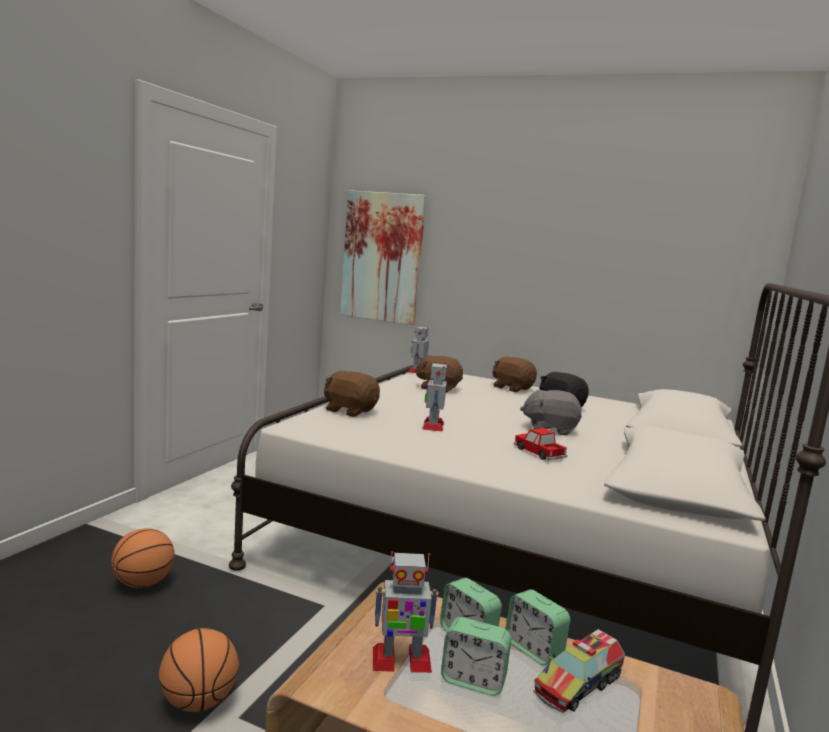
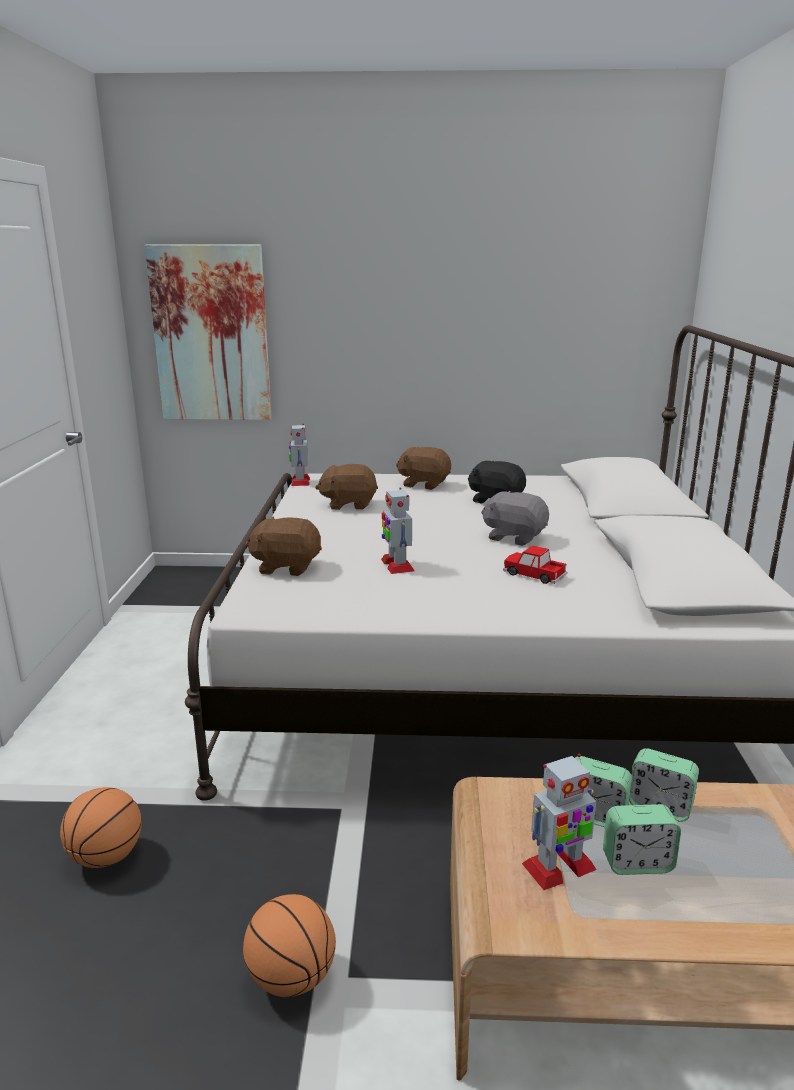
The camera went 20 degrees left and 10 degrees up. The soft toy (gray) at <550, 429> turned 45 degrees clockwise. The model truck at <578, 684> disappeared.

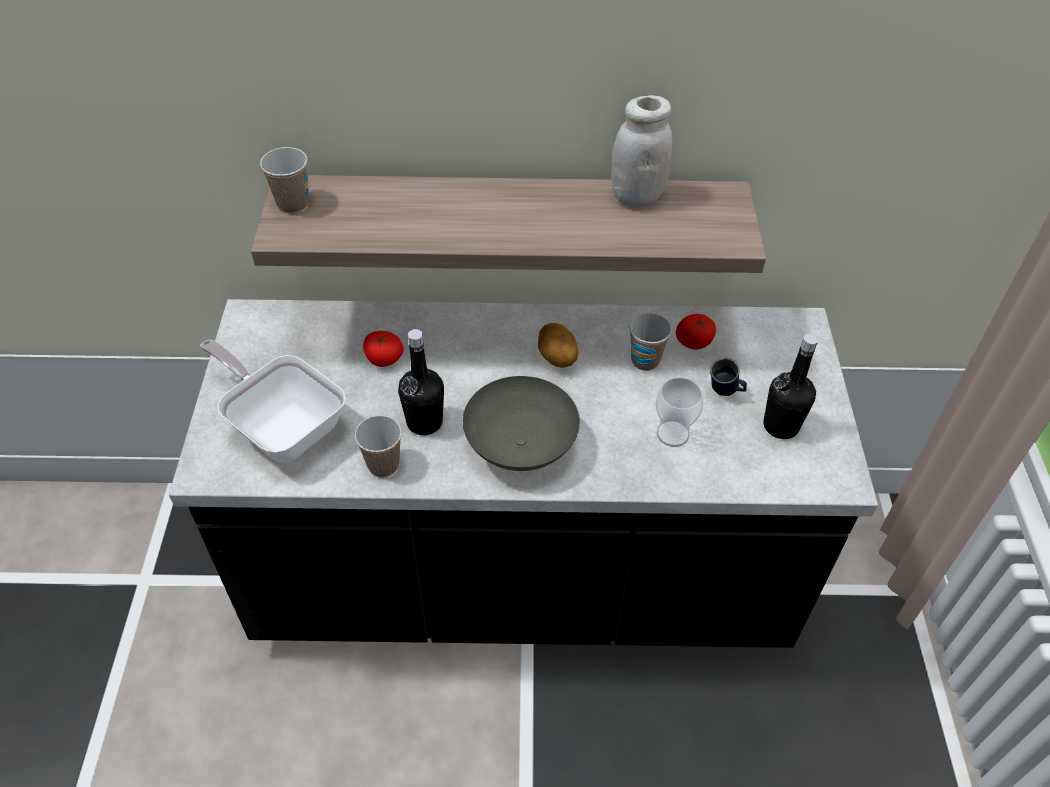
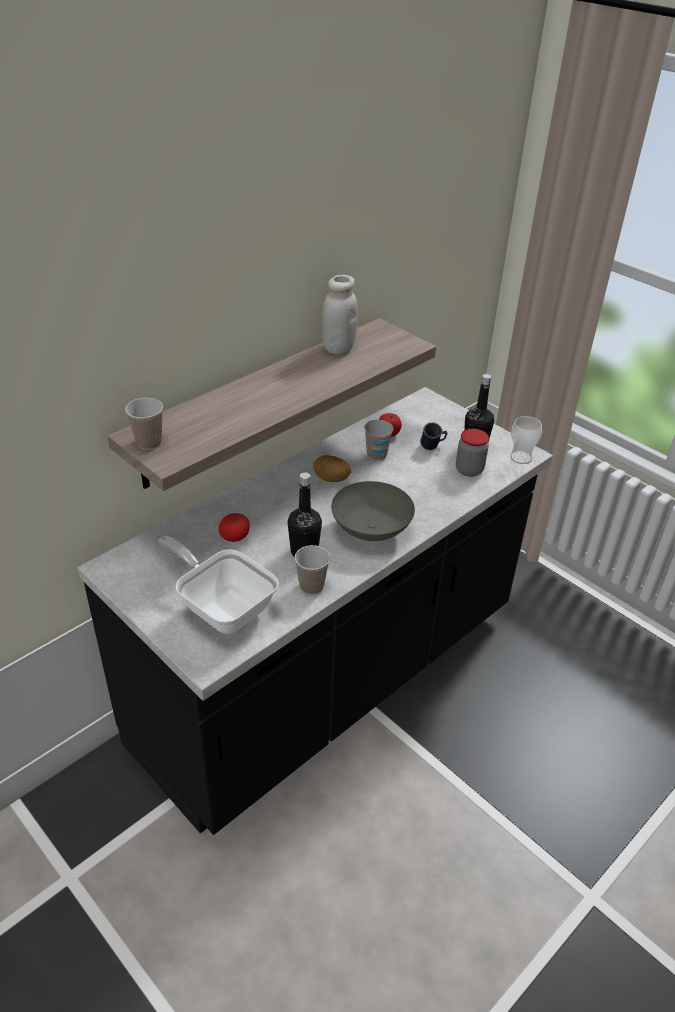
The camera went 45 degrees left and 10 degrees down. The frying pan at <283, 426> turned 45 degrees clockwise. The small cup moved from <672, 434> to <521, 458>. The jar at <469, 470> appeared.

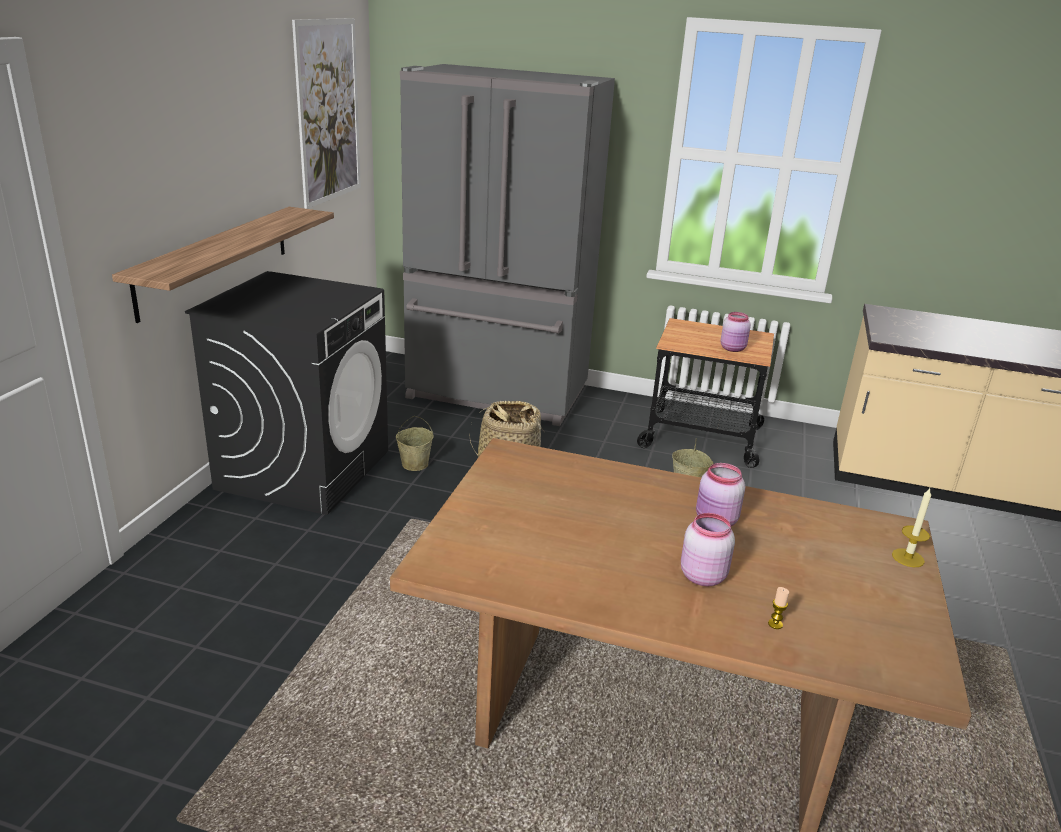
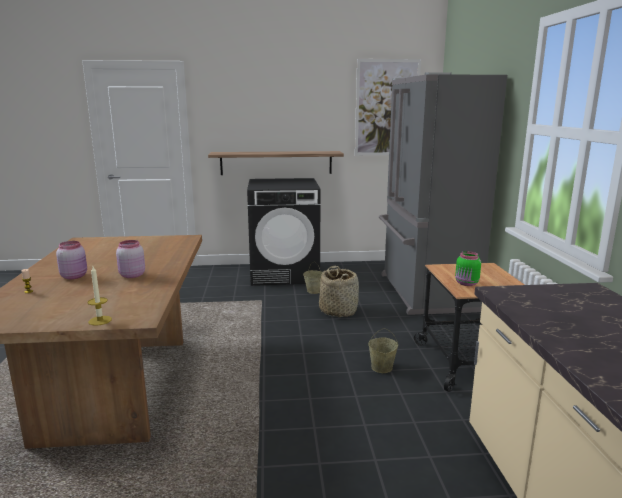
The camera went 70 degrees right and 10 degrees down. The jar (pink-coloured) at <733, 349> became the jar (greenish) at <466, 283>.

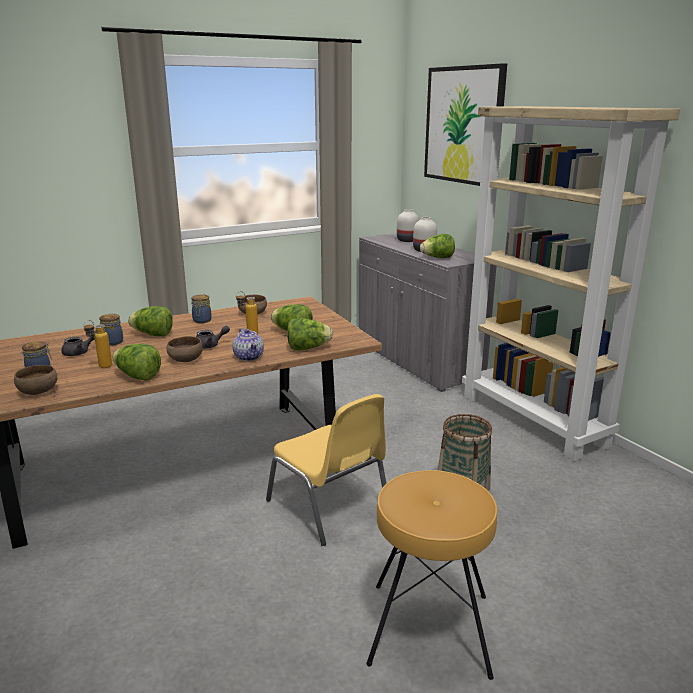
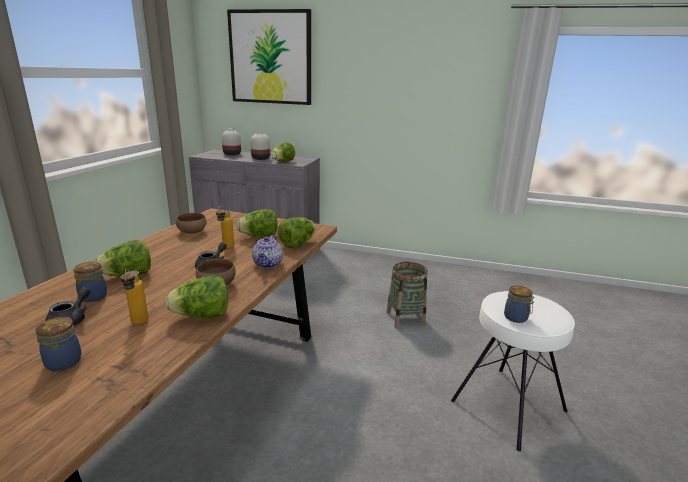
The camera went 45 degrees left and 0 degrees up. The bookcase (beige) at <534, 420> disappeared. The jar moved from <202, 321> to <516, 318>. The pot for tea at <249, 357> turned 75 degrees clockwise. The deep dish (brown) at <38, 391> disappeared. The chair (yellow) at <330, 507> disappeared. The sitting stool (brown) at <429, 627> became the sitting stool (whitish) at <507, 405>.

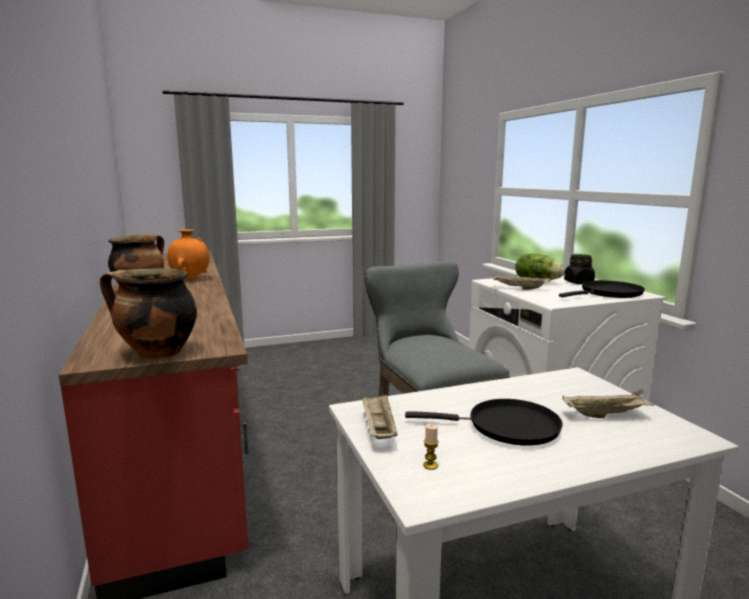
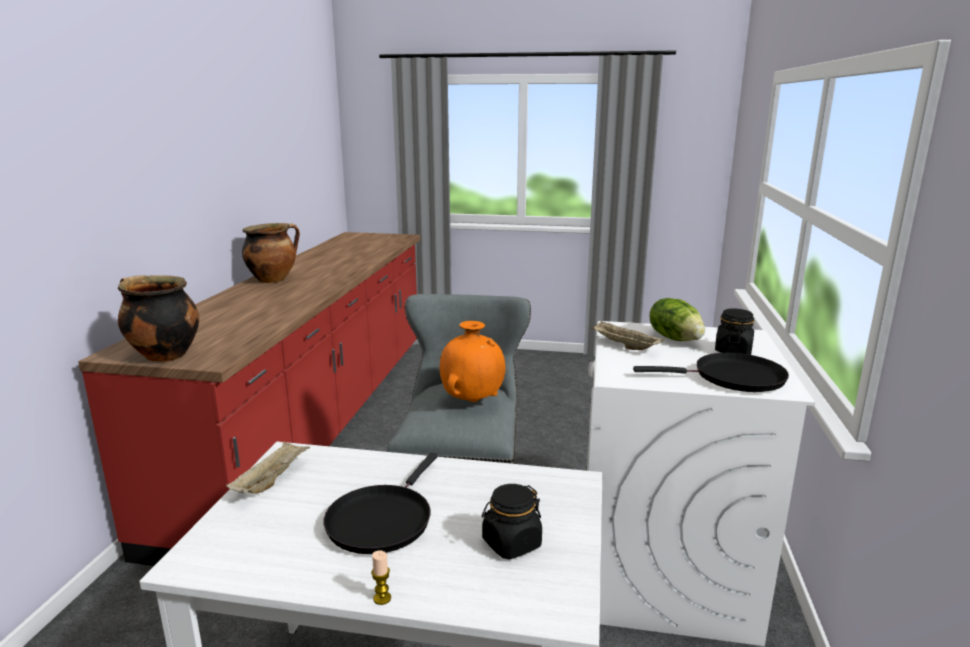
The camera went 30 degrees right and 5 degrees up. The vase (orangey) moved from <190, 279> to <472, 401>. The tray (beige) at <605, 415> was replaced by the jar (black) at <511, 543>. The frying pan (black) at <507, 427> turned 75 degrees clockwise. The wax candle moved from <430, 465> to <382, 598>.

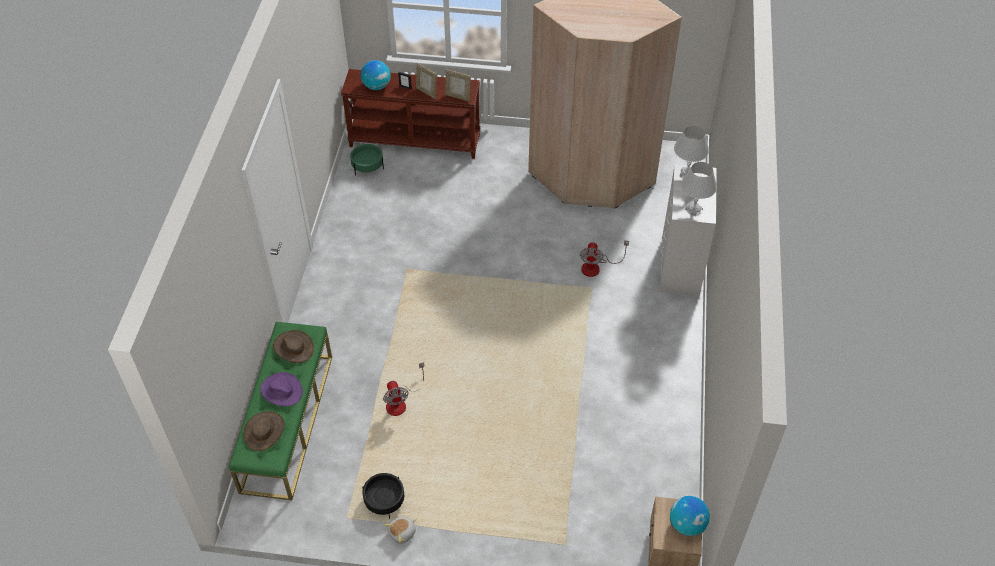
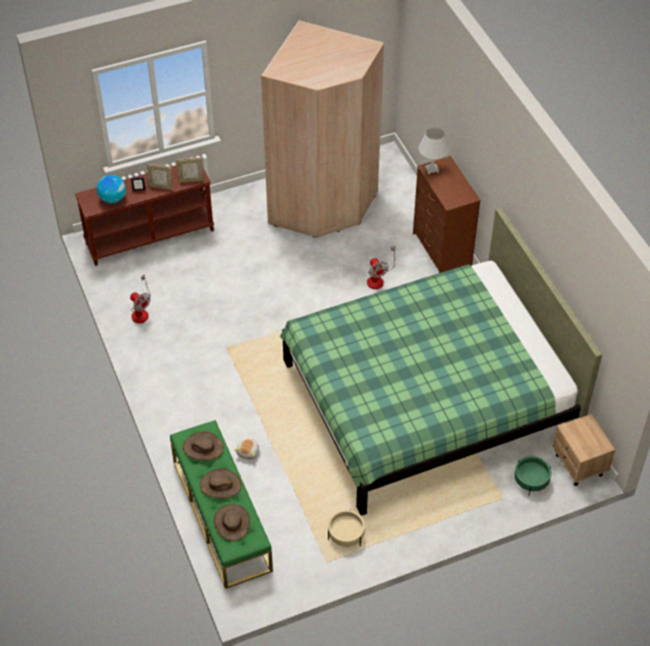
The camera went 30 degrees left and 0 degrees up. The plant pot (greenish) moved from <367, 166> to <531, 480>. The lamp for a table (whitish) at <694, 209> disappeared. The dresser (whitish) at <680, 267> became the dresser (brown) at <442, 250>. The electric fan moved from <401, 402> to <141, 311>. The clothing hat (purple-coloured) at <281, 390> became the clothing hat (brown) at <220, 485>. The plant pot (black) at <384, 500> became the plant pot (beige) at <346, 535>. The desk globe at <687, 525> disappeared. The soft toy moved from <402, 533> to <248, 452>. The sleeping bed (greenish) at <427, 397> appeared.

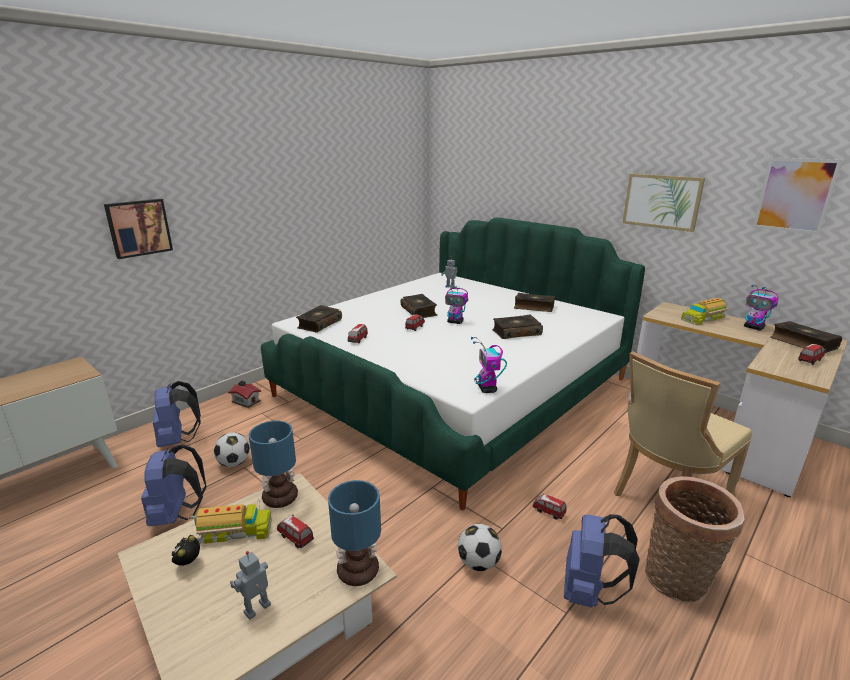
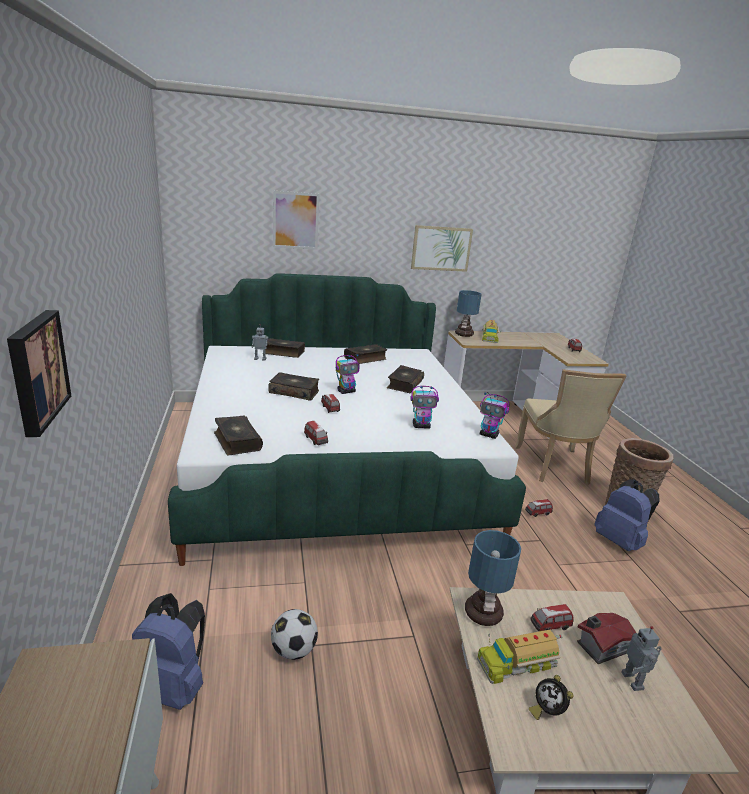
The camera went 55 degrees left and 0 degrees up. The wall art moved from <794, 195> to <295, 220>. The toy robot moved from <754, 328> to <421, 426>. The volume moved from <802, 343> to <283, 353>. The toy house moved from <246, 401> to <600, 647>. The knapsack (bluish) at <177, 515> disappeared. The lamp for a table moved from <359, 570> to <463, 334>. The model truck at <234, 532> turned 135 degrees counterclockwise. The ball for football at <478, 563> disappeared.

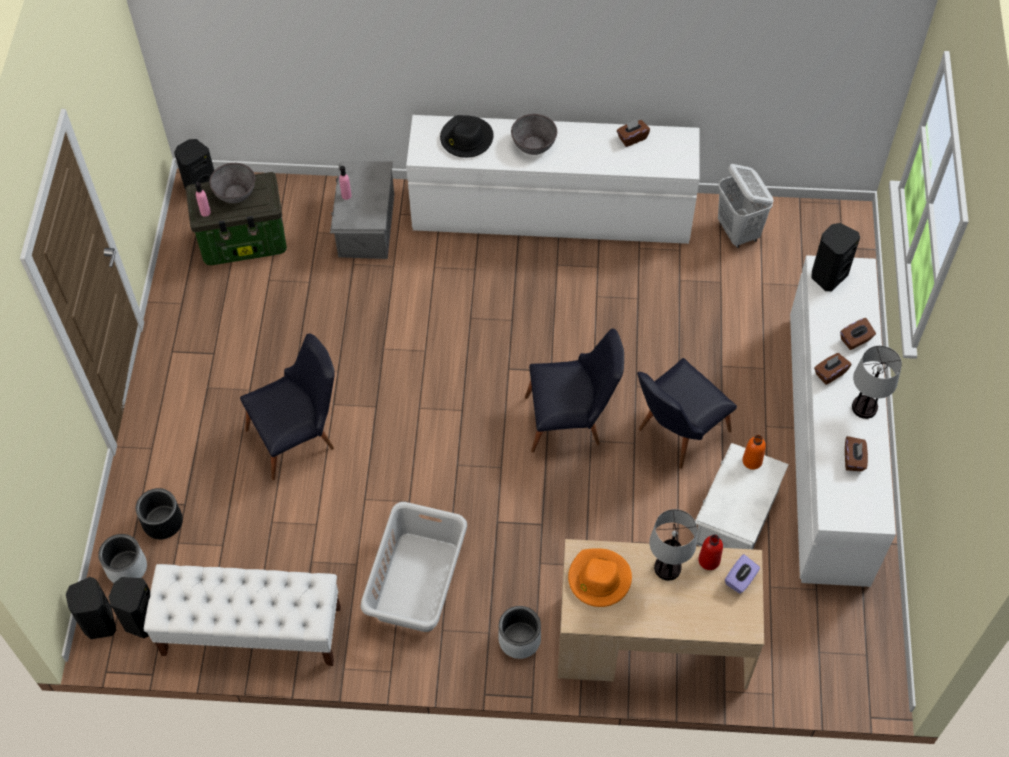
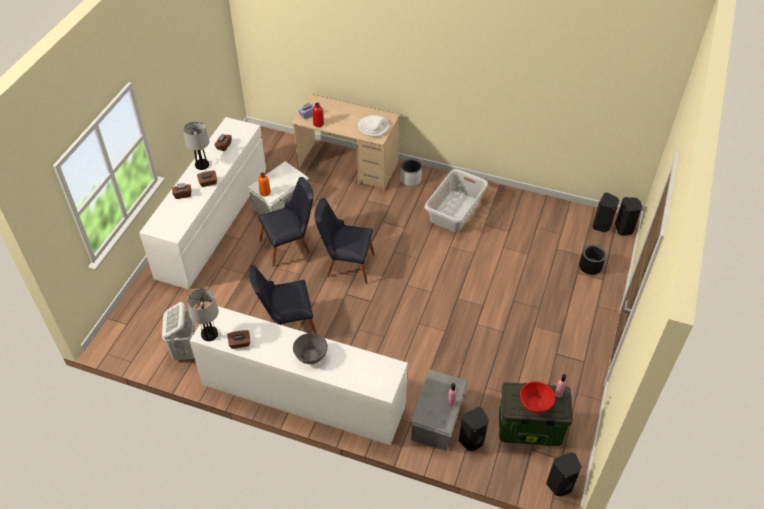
The camera went 165 degrees left and 10 degrees down. The clothing hat (black) at <466, 139> disappeared. The deep dish (gray) at <235, 193> became the deep dish (red) at <535, 404>. The audio speaker (black) moved from <828, 275> to <472, 441>. The chair (black) moved from <299, 437> to <286, 324>. The lamp for a table moved from <668, 568> to <209, 334>. The plant pot (gray) at <126, 568> disappeared. The clothing hat (orangey) at <599, 579> became the clothing hat (whitish) at <373, 127>. The indoor bench (whitish) at <251, 631> disappeared.

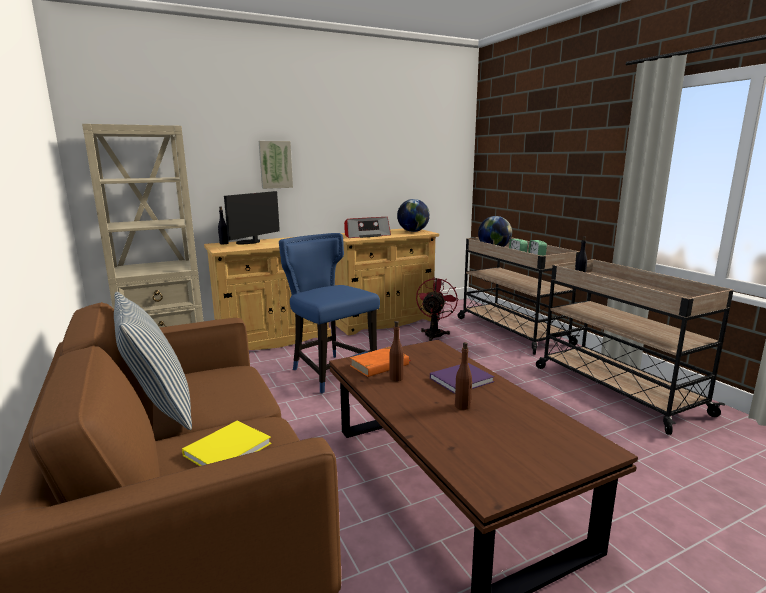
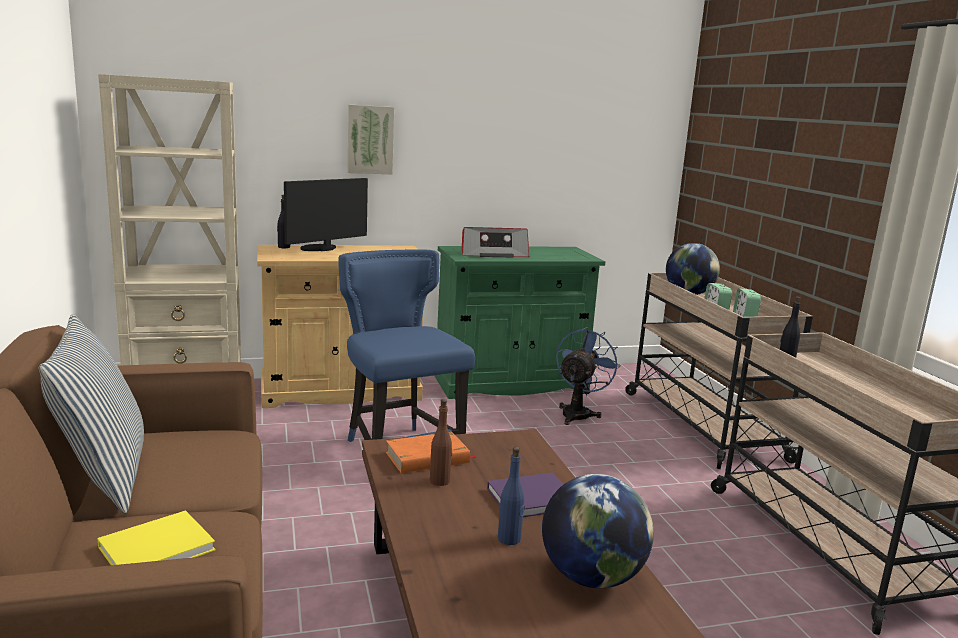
The camera went 10 degrees right and 0 degrees up. The desk globe moved from <413, 231> to <591, 577>. The cupboard (beige) at <383, 321> became the cupboard (greenish) at <510, 383>. The electric fan (red) at <434, 333> became the electric fan (bluish) at <578, 413>. The bottle (brown) at <463, 406> became the bottle (bluish) at <509, 539>.

